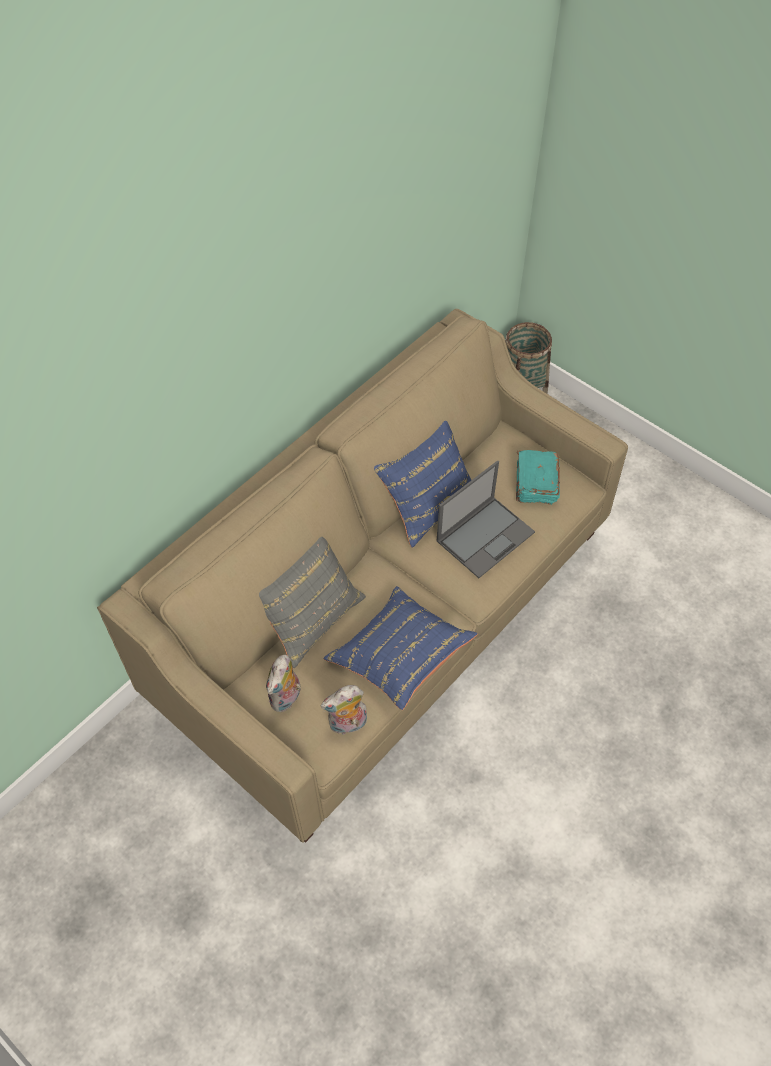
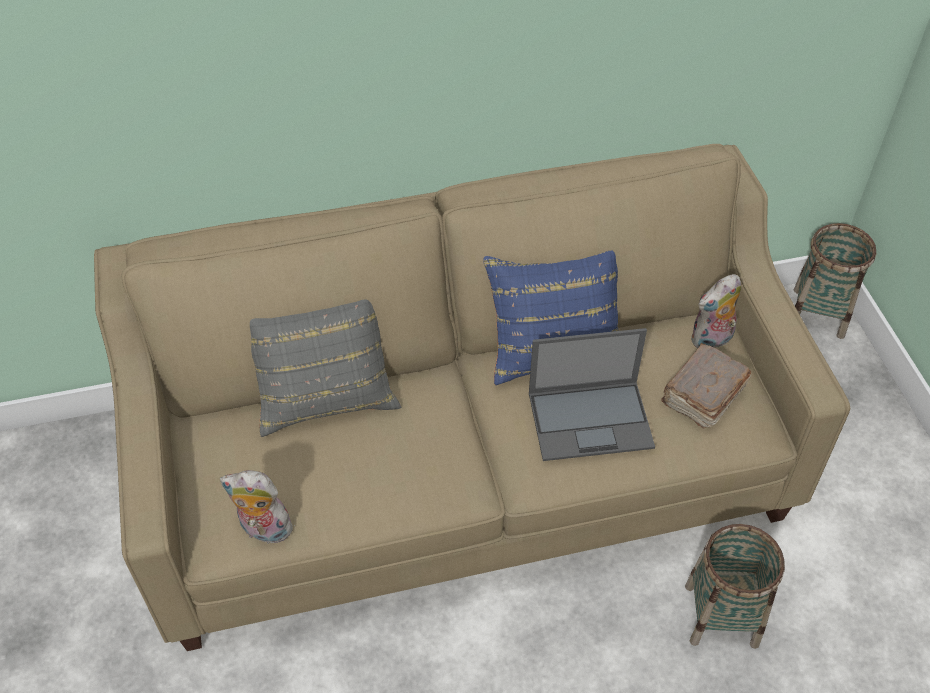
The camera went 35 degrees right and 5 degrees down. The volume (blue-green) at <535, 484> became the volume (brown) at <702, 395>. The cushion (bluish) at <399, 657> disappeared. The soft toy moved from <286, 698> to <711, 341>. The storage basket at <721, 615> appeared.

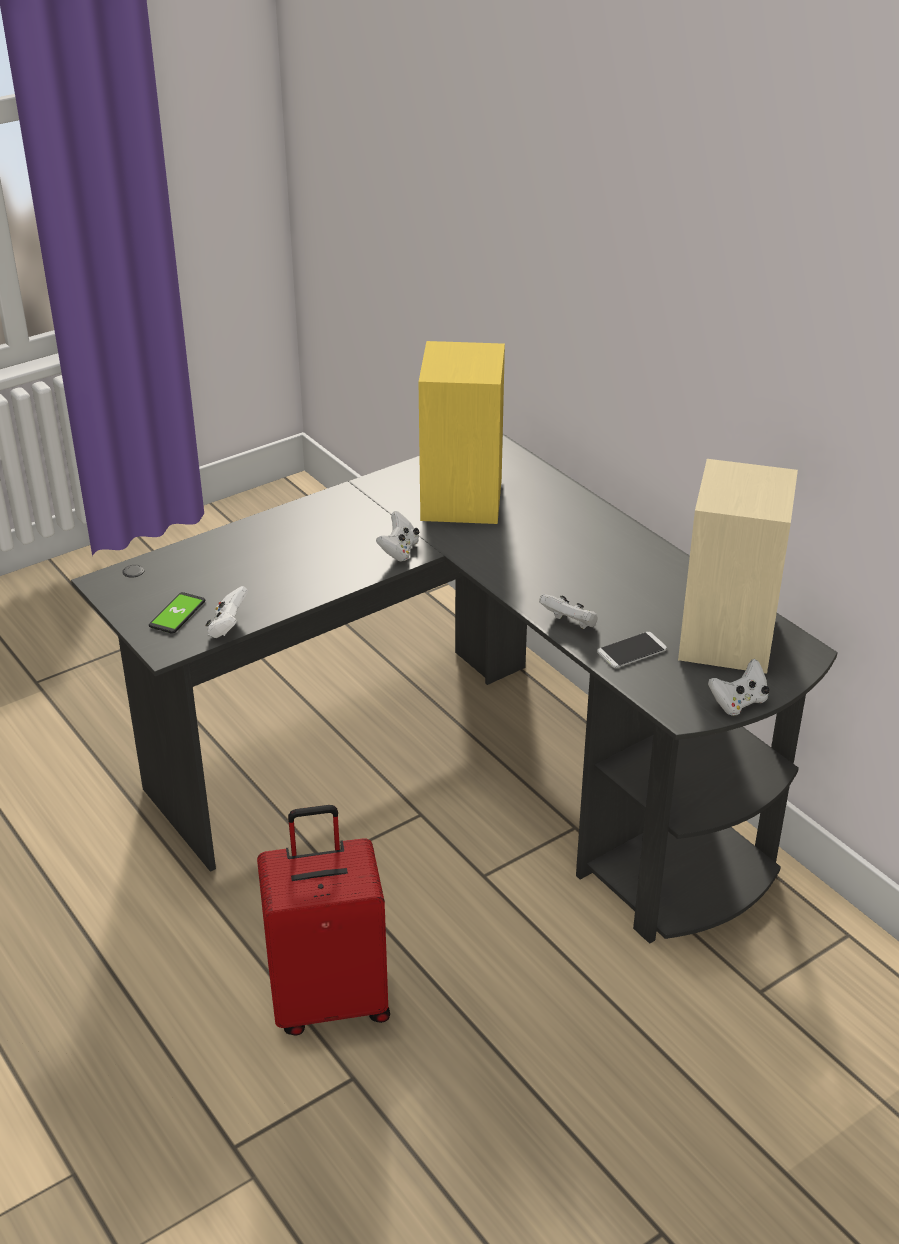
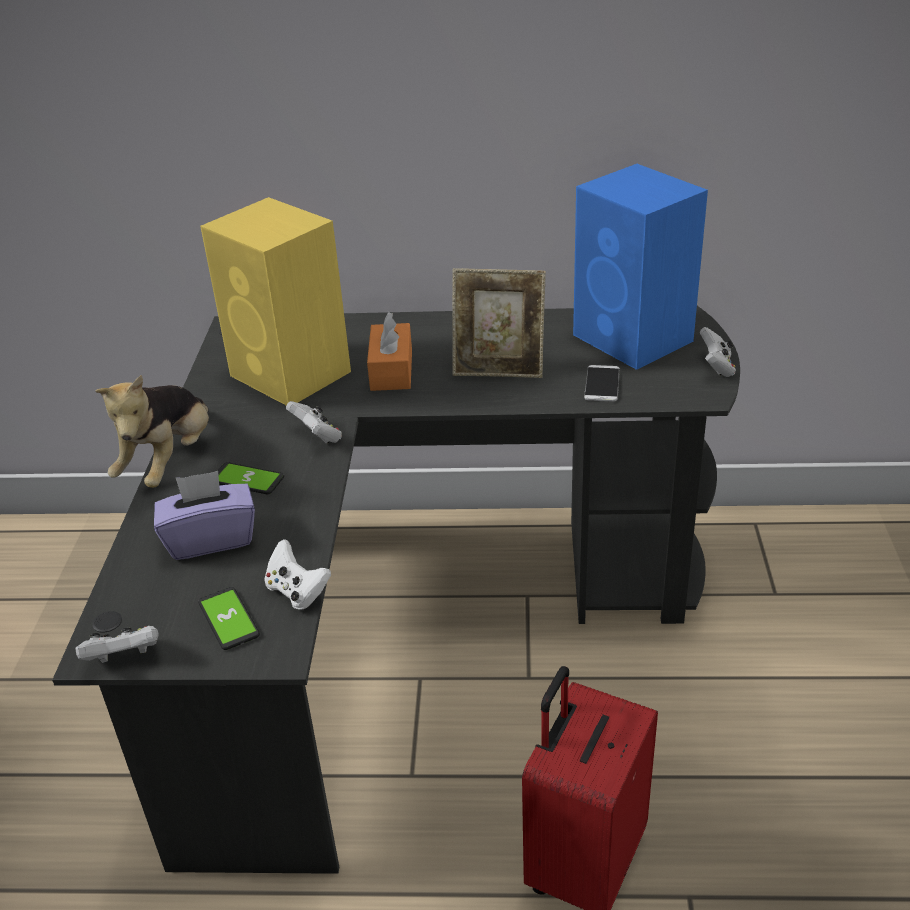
The camera went 50 degrees left and 0 degrees up. The audio speaker (beige) at <727, 639> became the audio speaker (bluish) at <634, 339>. The joypad (whitish) moved from <570, 624> to <124, 658>. The standing frame at <499, 368> appeared. The tissue box (orangey) at <391, 370> appeared. The soft toy at <169, 462> appeared. The phone at <247, 480> appeared. The tissue box (purple-coloured) at <211, 538> appeared.

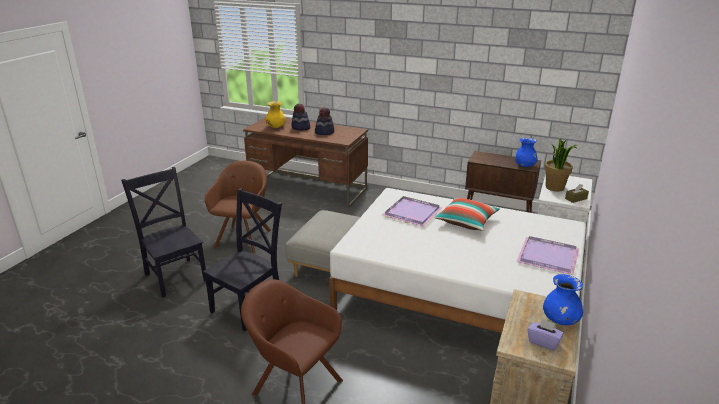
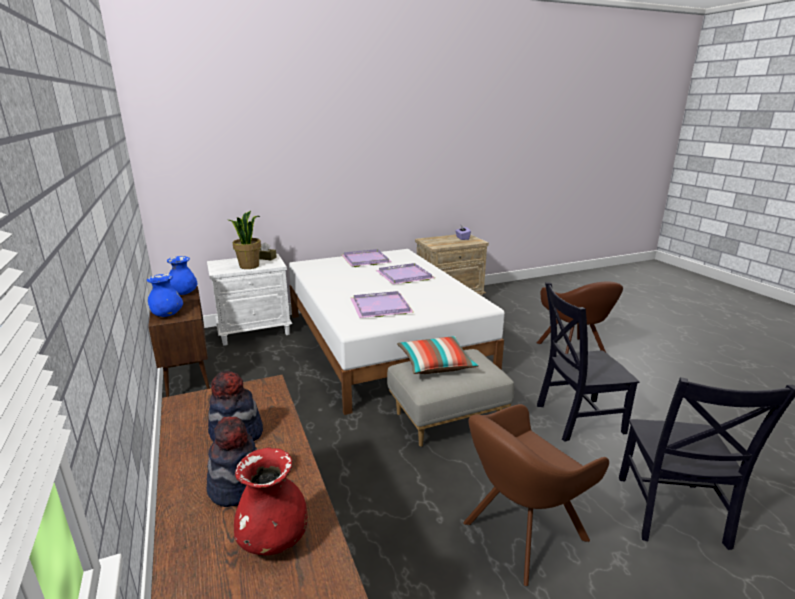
The camera went 135 degrees left and 5 degrees down. The vase (yellow) at <275, 127> became the vase (red) at <273, 539>. The cushion moved from <466, 221> to <436, 364>. The vase (bluish) moved from <560, 320> to <167, 315>. The tray (purple-coloured) at <406, 276> appeared.

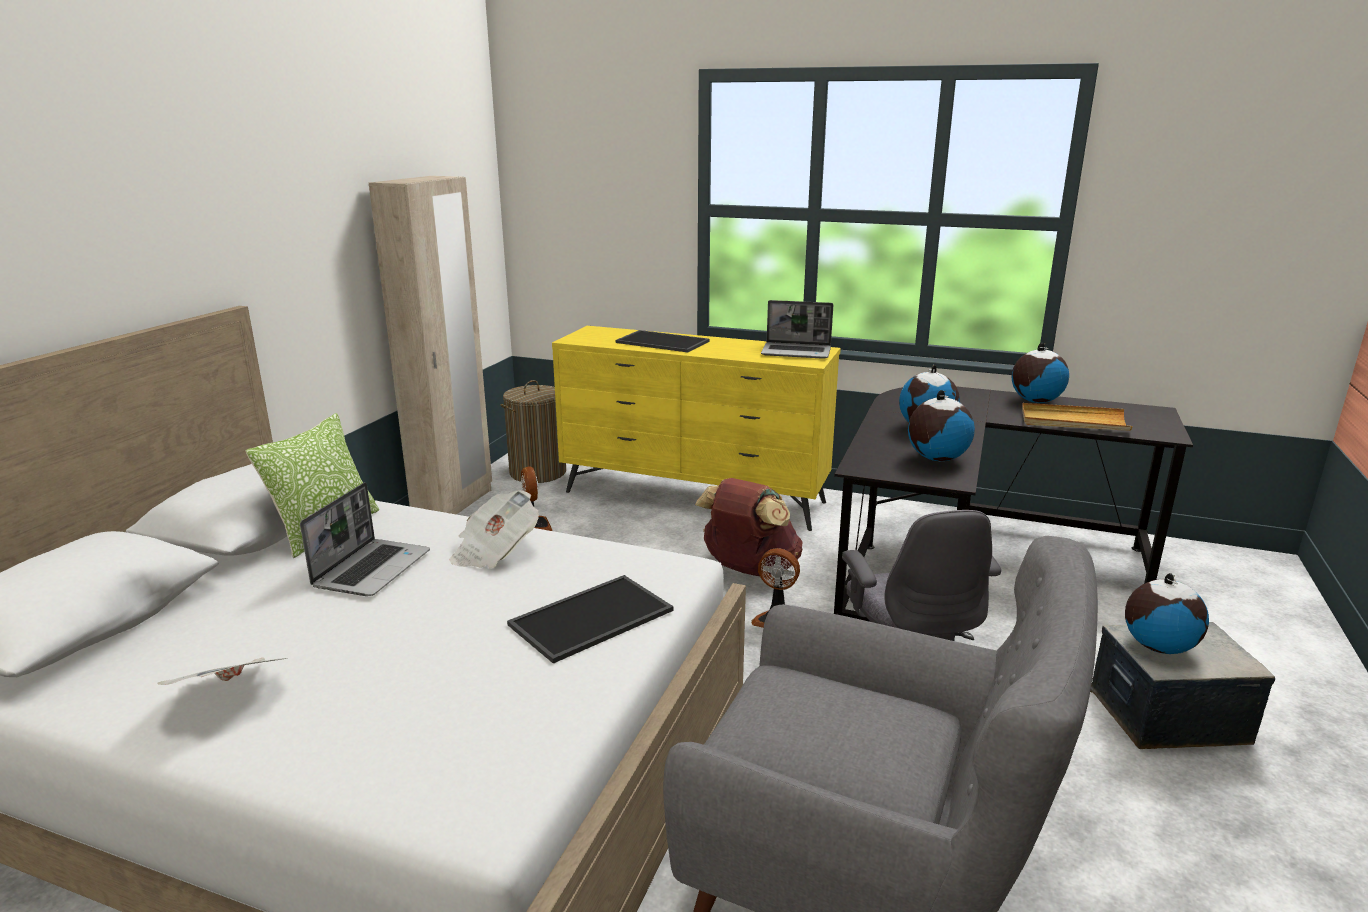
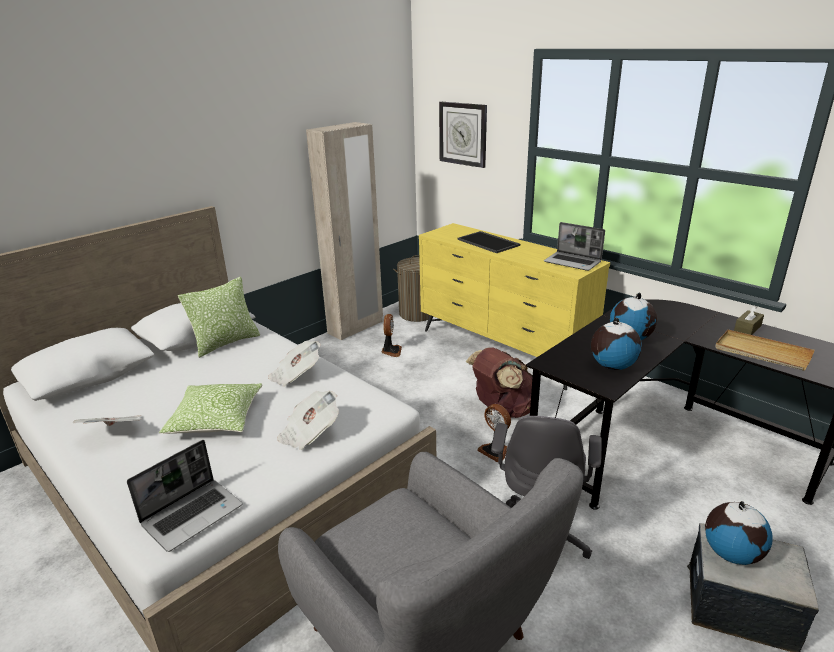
The camera went 25 degrees right and 5 degrees up. The desk globe at <1035, 401> was replaced by the tissue box (brown) at <747, 328>. The laptop moved from <372, 569> to <193, 514>. The tray at <591, 619> was replaced by the daily paper at <309, 433>. The clock on the wall at <463, 134> appeared. The cushion at <216, 419> appeared.

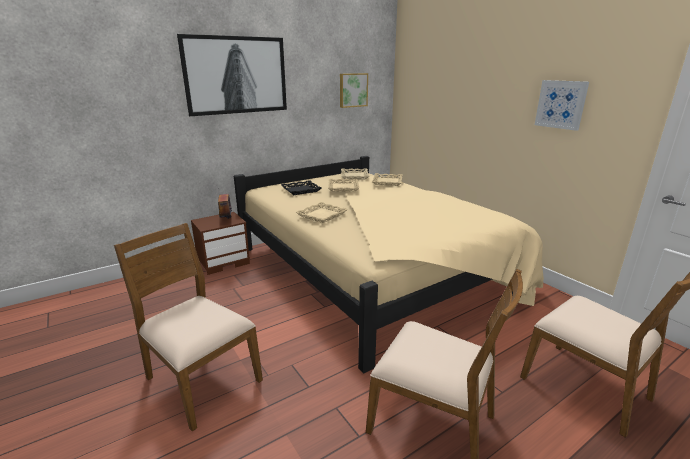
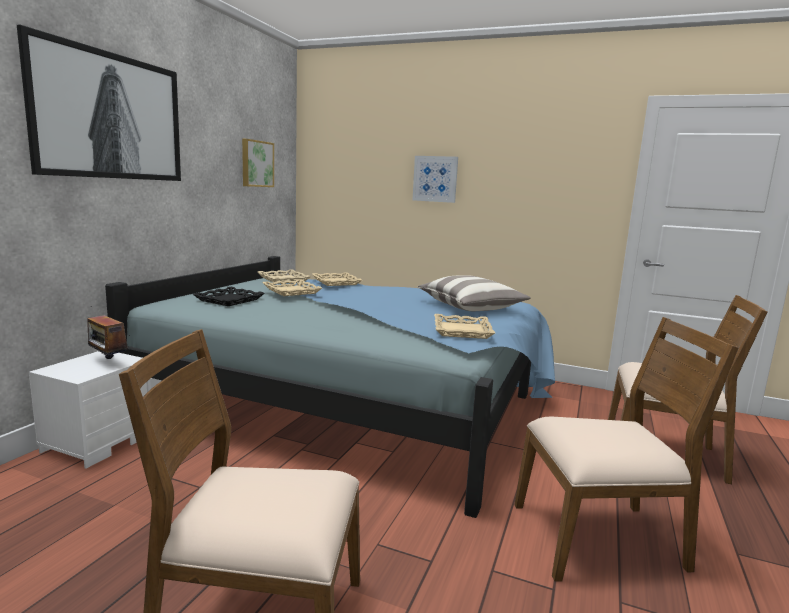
The camera went 35 degrees left and 10 degrees down. The wall art moved from <561, 104> to <435, 179>. The sleeping bed (beige) at <375, 271> became the sleeping bed (bluish) at <356, 403>. The tray (beige) moved from <322, 215> to <461, 331>. The bedside table (brown) at <224, 262> became the bedside table (whitish) at <98, 442>. The cushion at <470, 307> appeared.

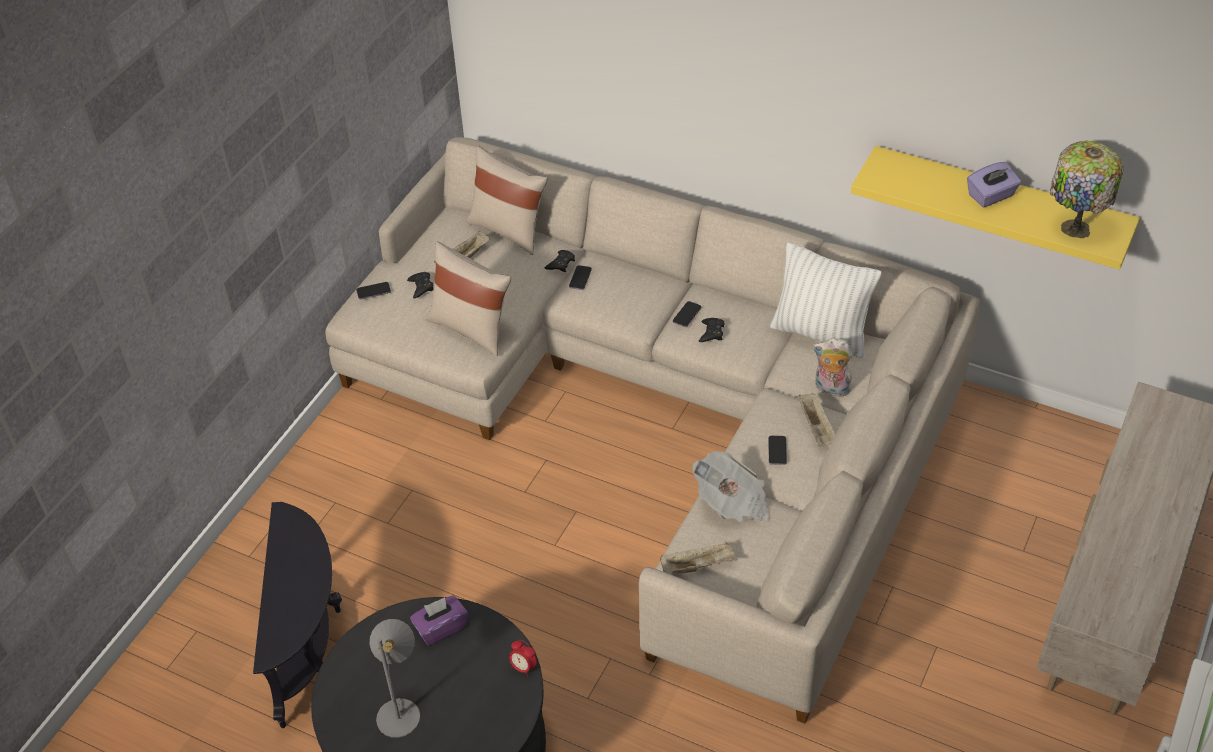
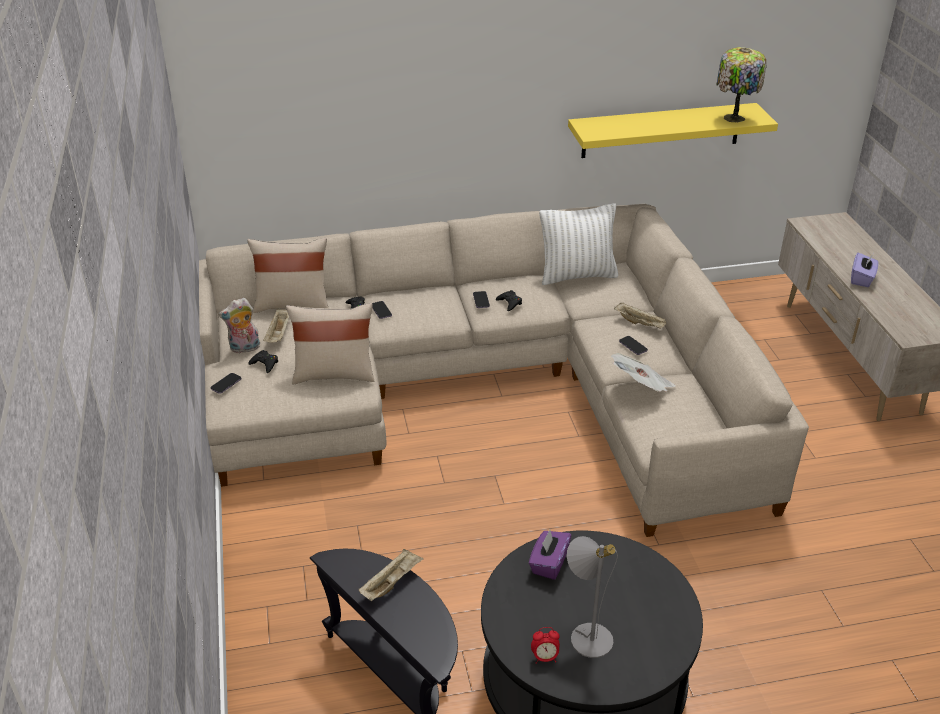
The camera went 40 degrees left and 10 degrees down. The tissue box (purple-coloured) moved from <991, 196> to <862, 279>. The soft toy moved from <830, 389> to <244, 348>. The tray (beige) moved from <698, 565> to <391, 582>. The bedside clock moved from <523, 667> to <545, 658>.

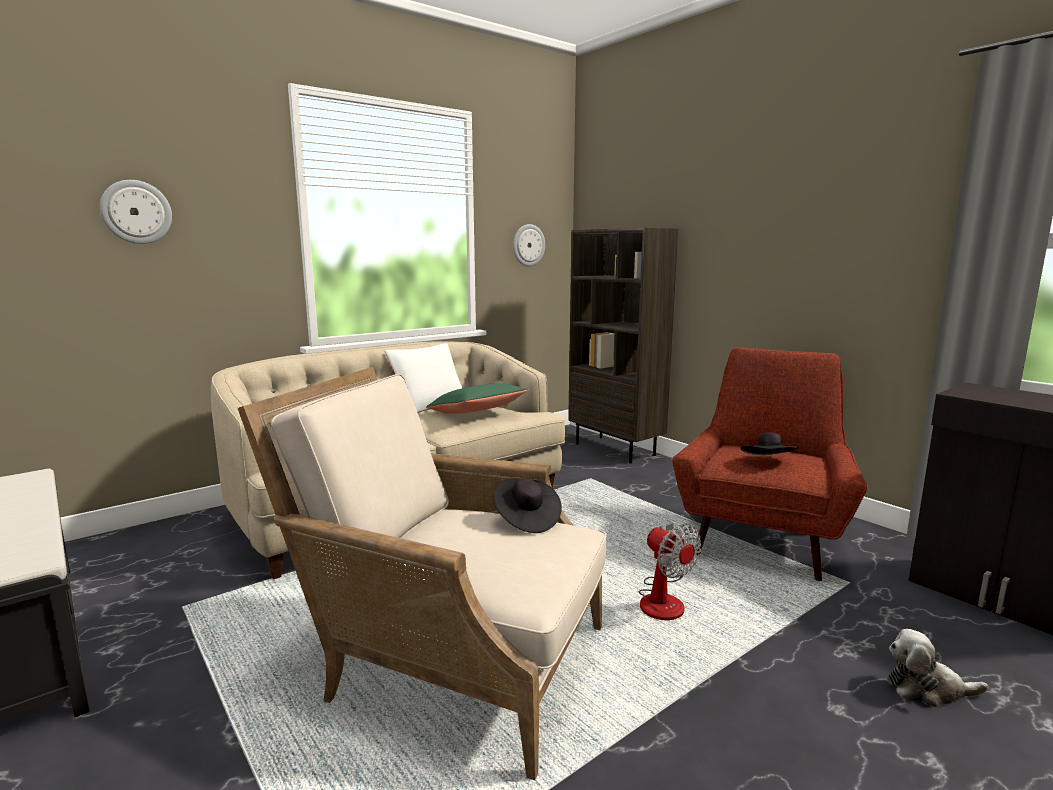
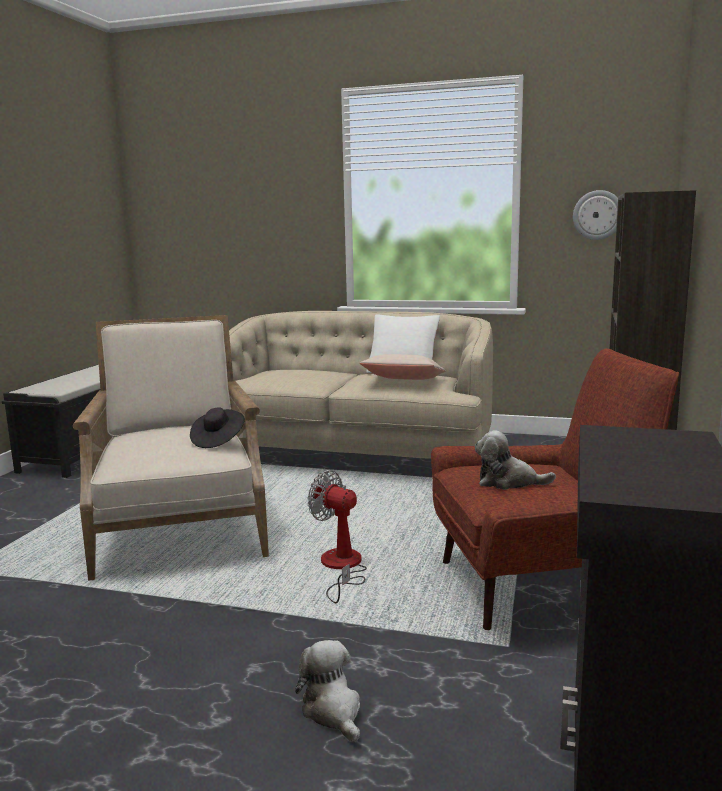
The camera went 55 degrees right and 0 degrees up. The clock on the wall at <136, 212> disappeared. The cushion (greenish) at <477, 413> became the cushion (beige) at <404, 381>. The clothing hat (black) at <768, 462> was replaced by the soft toy at <508, 482>. The electric fan at <663, 599> turned 105 degrees clockwise.

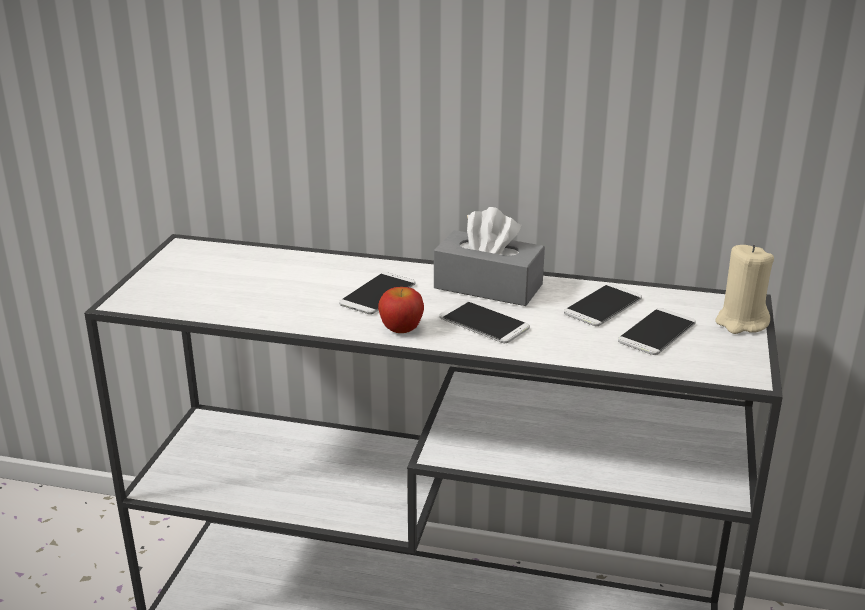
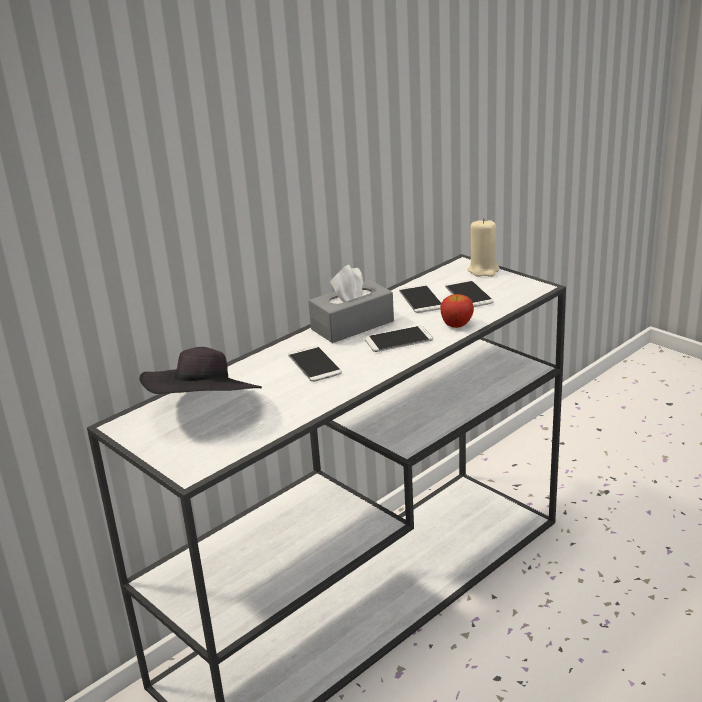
The camera went 55 degrees left and 0 degrees up. The whole apple moved from <401, 329> to <457, 324>. The clothing hat (black) at <206, 410> appeared.

